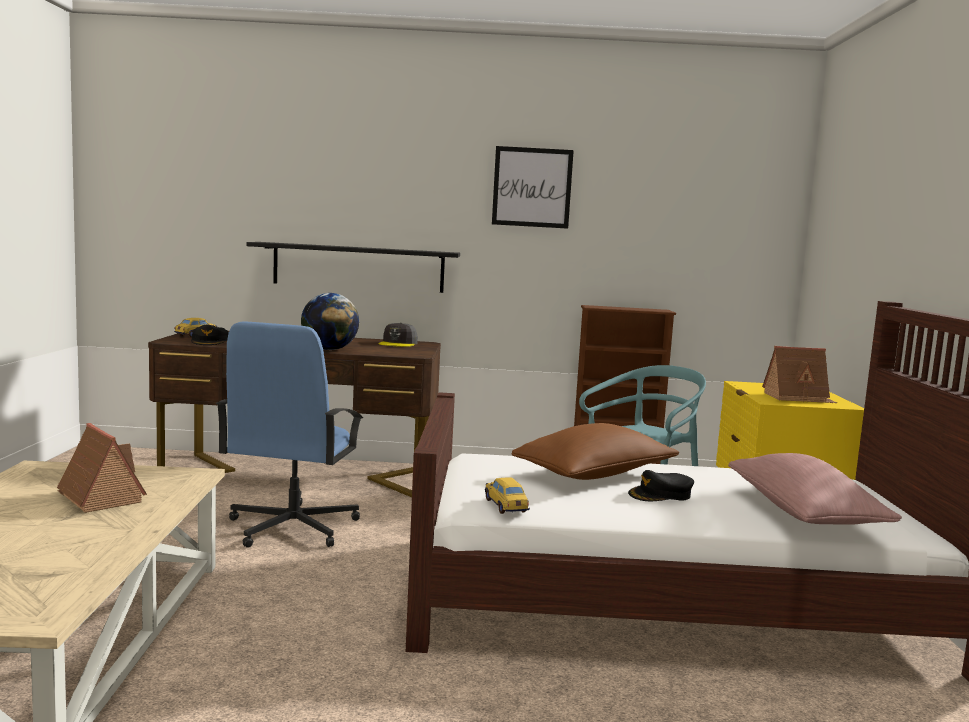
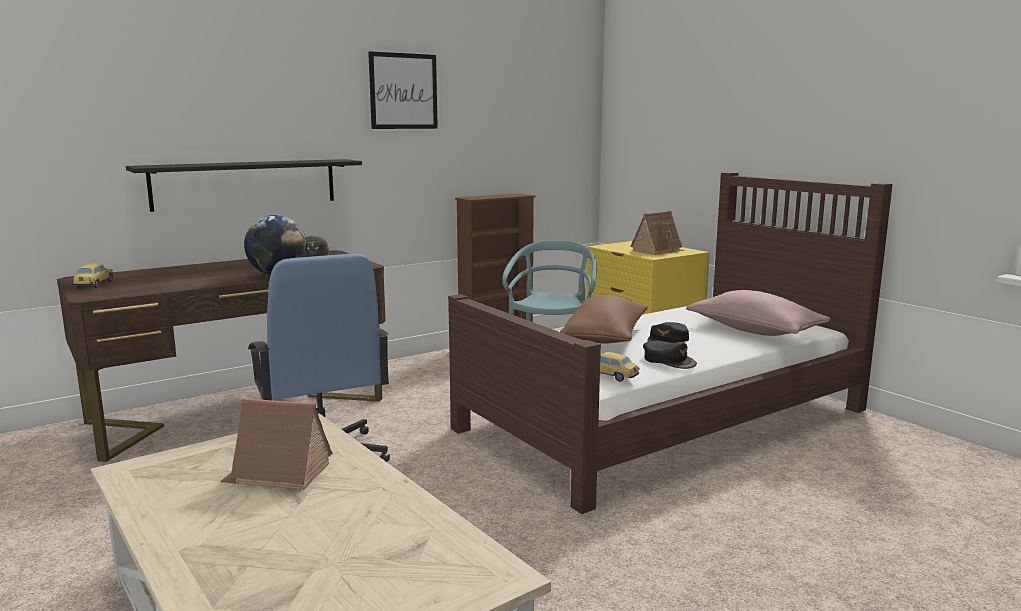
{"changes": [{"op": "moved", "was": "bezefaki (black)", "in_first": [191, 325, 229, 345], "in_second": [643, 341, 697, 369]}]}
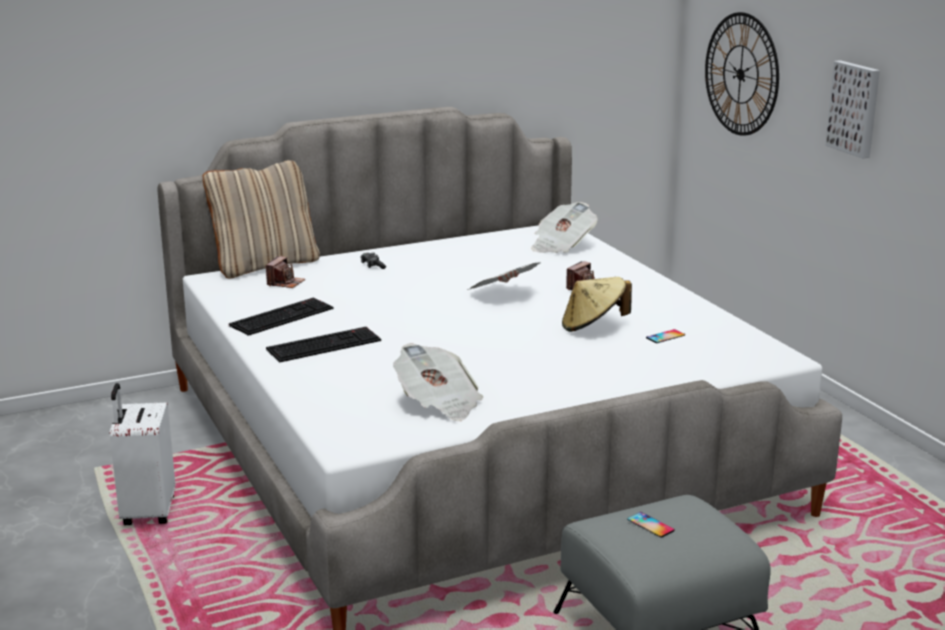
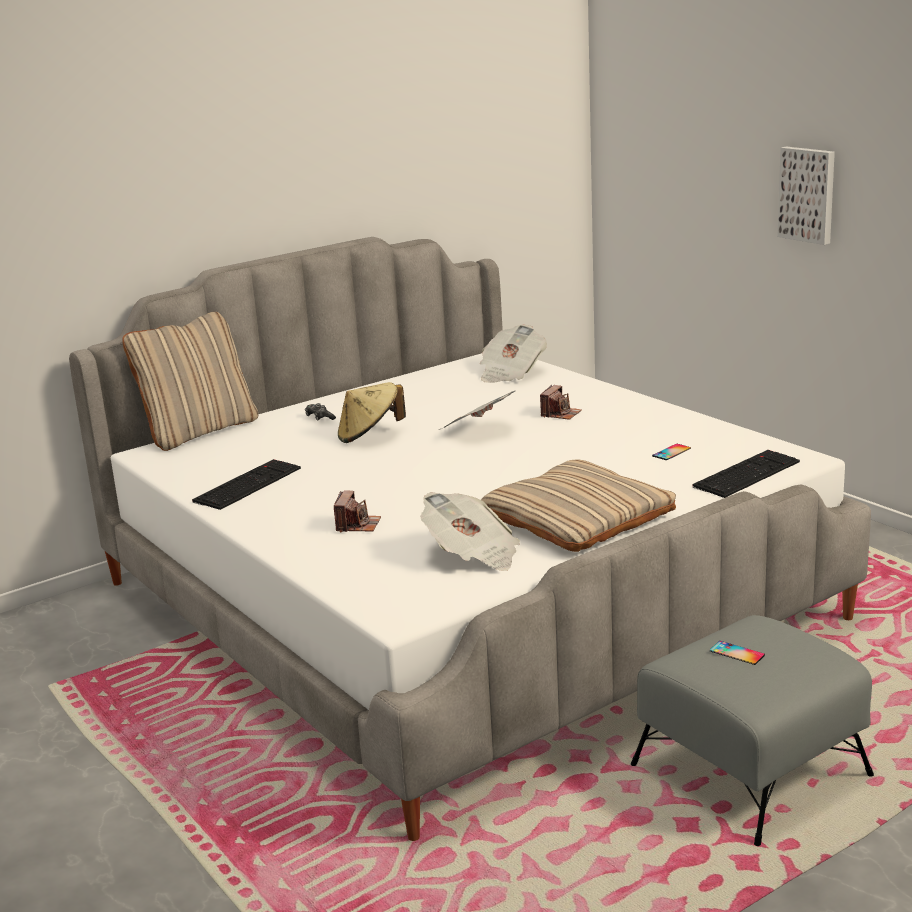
{"changes": [{"op": "moved", "was": "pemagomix", "in_first": [266, 256, 305, 288], "in_second": [334, 490, 381, 532]}, {"op": "moved", "was": "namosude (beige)", "in_first": [562, 277, 632, 332], "in_second": [338, 382, 406, 443]}, {"op": "added", "now": "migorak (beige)", "in_second": [481, 460, 676, 552]}, {"op": "moved", "was": "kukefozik", "in_first": [266, 327, 381, 363], "in_second": [693, 450, 800, 498]}, {"op": "removed", "was": "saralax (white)", "in_first": [110, 383, 175, 525]}, {"op": "removed", "was": "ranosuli", "in_first": [705, 12, 779, 136]}]}
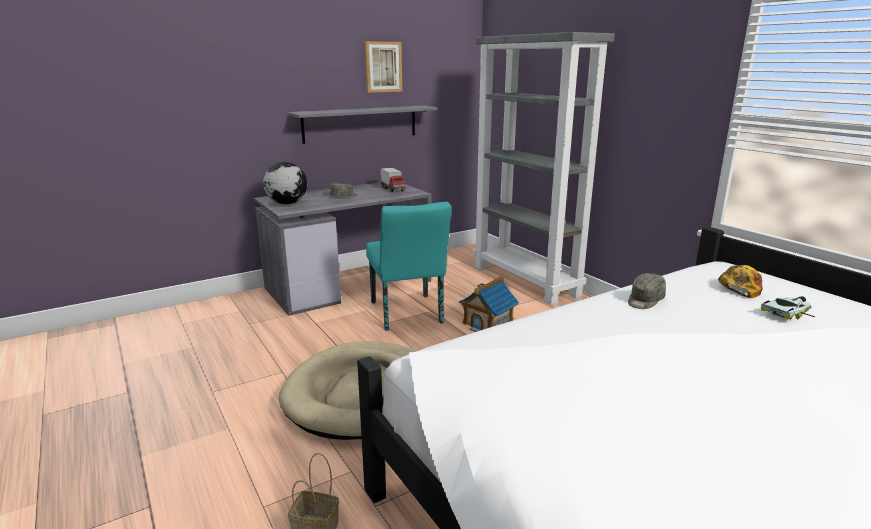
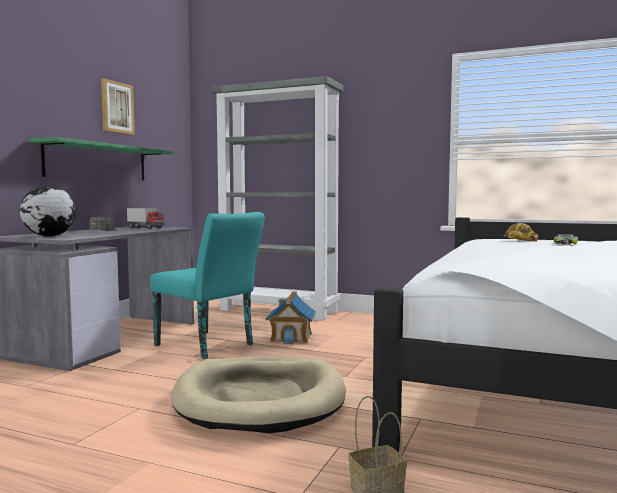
{"changes": [{"op": "recoloured", "was": "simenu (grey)", "now": "simenu (green)", "in_first": [288, 106, 438, 144], "in_second": [29, 137, 173, 181]}, {"op": "removed", "was": "bezefaki (grey)", "in_first": [628, 273, 666, 309]}]}
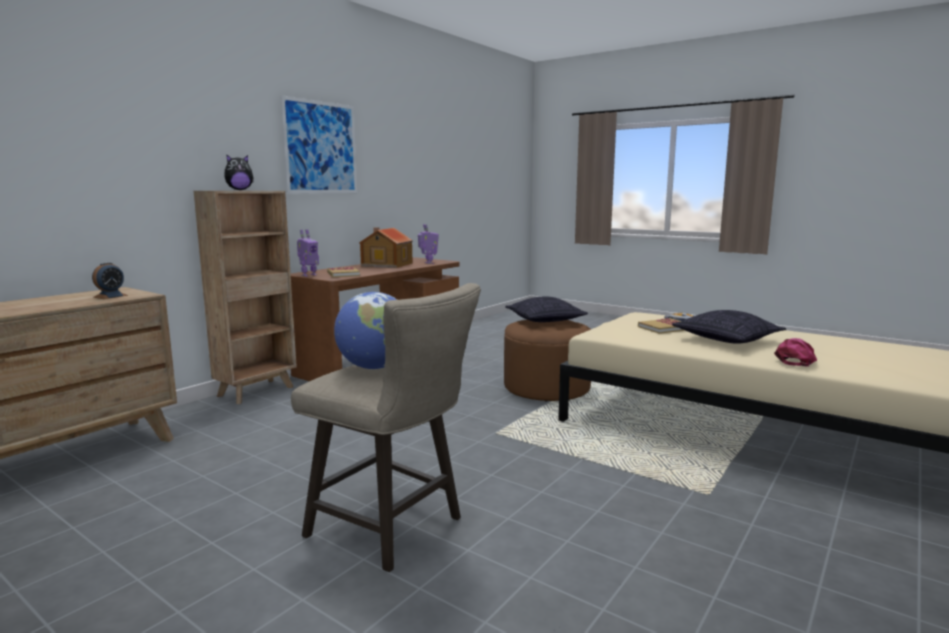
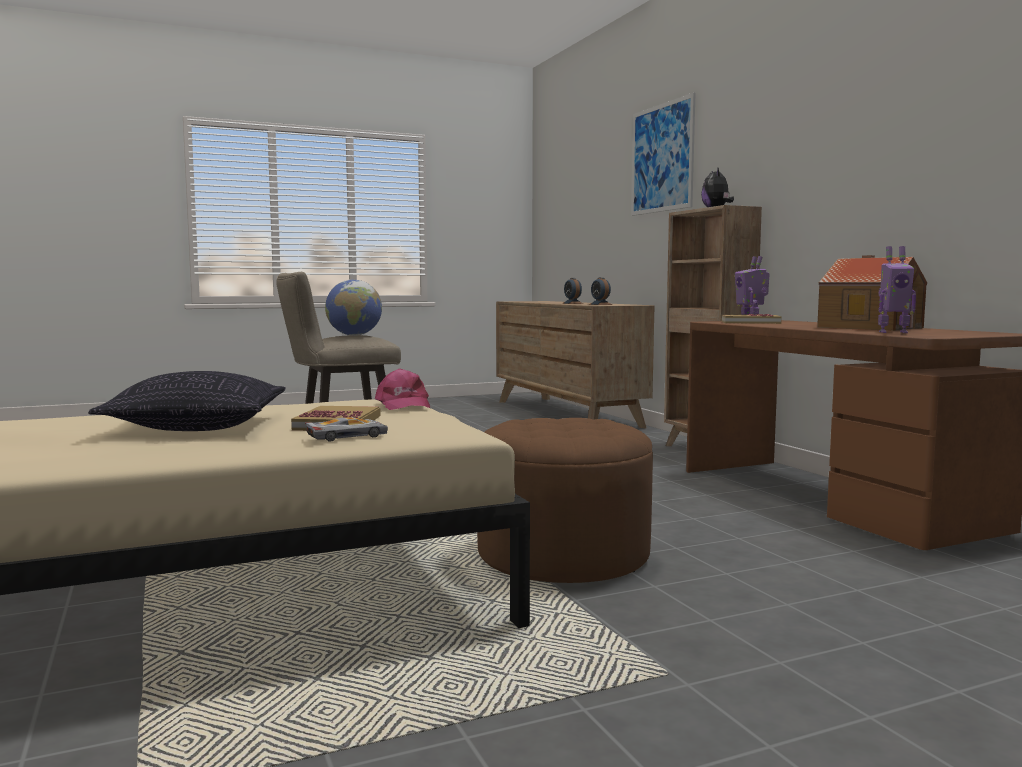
{"changes": [{"op": "moved", "was": "bezefaki (pink)", "in_first": [774, 338, 817, 366], "in_second": [375, 368, 430, 410]}, {"op": "added", "now": "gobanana", "in_second": [562, 278, 584, 304]}, {"op": "moved", "was": "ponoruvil", "in_first": [280, 95, 357, 193], "in_second": [631, 92, 696, 216]}, {"op": "removed", "was": "migorak", "in_first": [505, 296, 588, 322]}]}
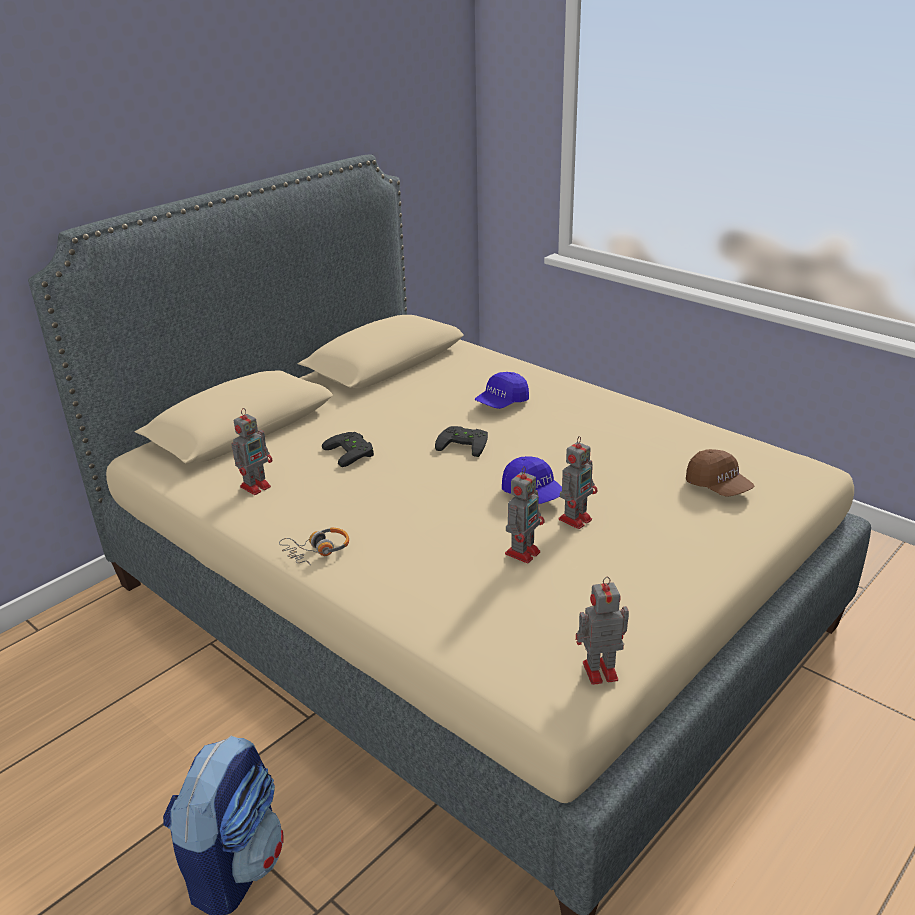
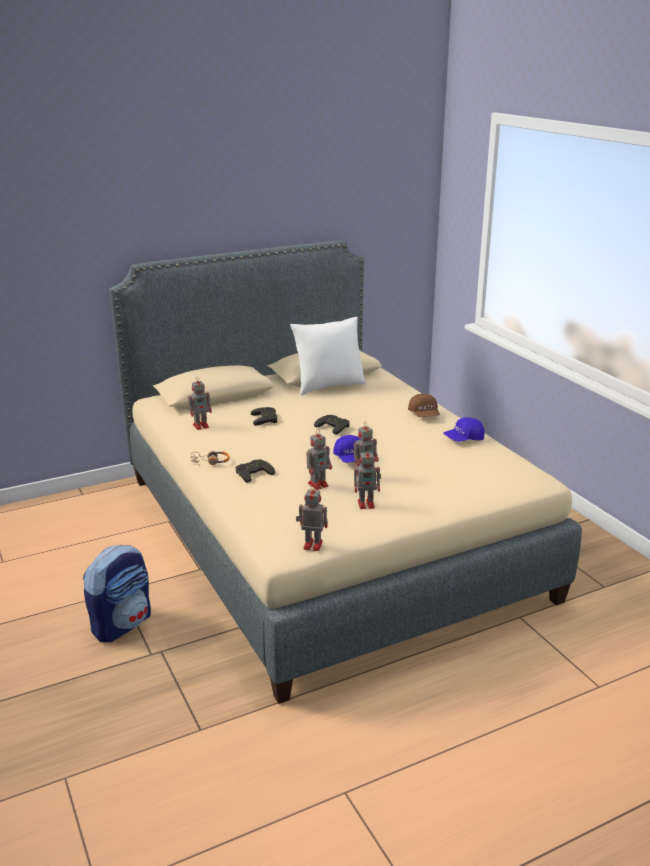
{"changes": [{"op": "added", "now": "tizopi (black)", "in_second": [235, 459, 275, 483]}, {"op": "added", "now": "migorak (white)", "in_second": [290, 317, 367, 396]}, {"op": "added", "now": "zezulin", "in_second": [354, 447, 381, 509]}, {"op": "moved", "was": "bezefaki (brown)", "in_first": [686, 449, 755, 497], "in_second": [408, 394, 440, 417]}, {"op": "moved", "was": "bezefaki (blue)", "in_first": [475, 372, 529, 409], "in_second": [443, 417, 484, 442]}]}
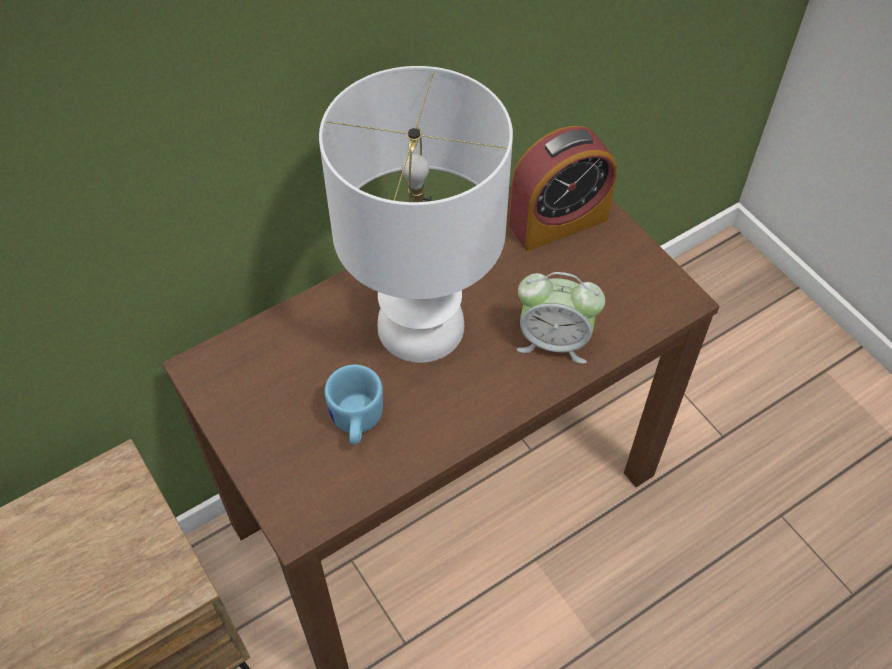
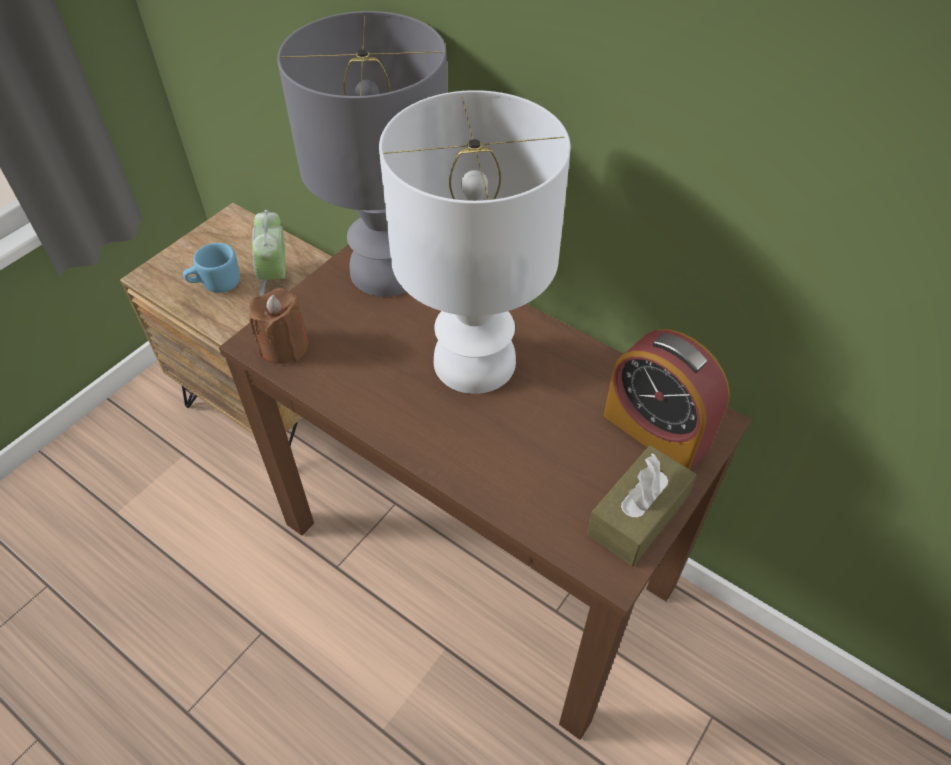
{"changes": [{"op": "moved", "was": "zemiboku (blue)", "in_first": [325, 365, 383, 444], "in_second": [183, 243, 240, 293]}, {"op": "added", "now": "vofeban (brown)", "in_second": [249, 288, 309, 364]}, {"op": "moved", "was": "gobanana", "in_first": [517, 272, 605, 363], "in_second": [252, 210, 286, 296]}, {"op": "added", "now": "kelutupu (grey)", "in_second": [277, 11, 448, 297]}, {"op": "added", "now": "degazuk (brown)", "in_second": [587, 445, 696, 566]}]}
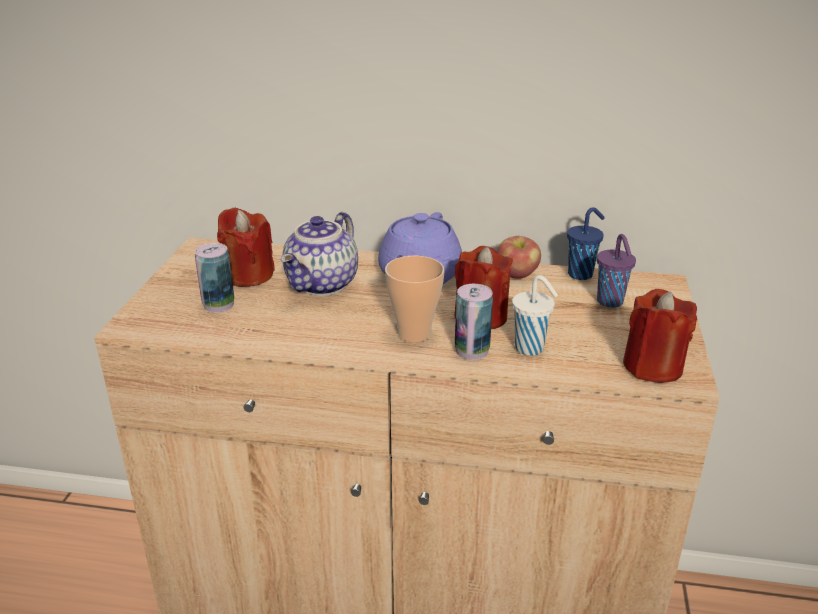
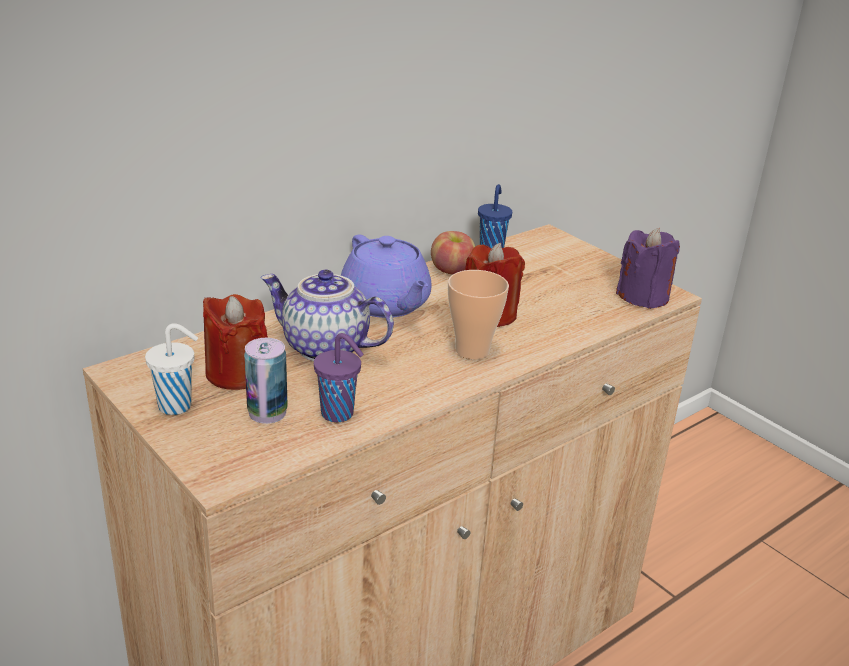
{"changes": [{"op": "moved", "was": "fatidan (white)", "in_first": [512, 275, 558, 356], "in_second": [145, 323, 198, 415]}, {"op": "turned", "was": "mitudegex", "in_first": [281, 212, 358, 296], "in_second": [261, 270, 394, 361], "clockwise": 135}, {"op": "moved", "was": "fatidan (purple)", "in_first": [597, 234, 636, 308], "in_second": [314, 333, 364, 422]}, {"op": "recoloured", "was": "vofeban (red)", "now": "vofeban (purple)", "in_first": [623, 289, 697, 383], "in_second": [616, 228, 680, 309]}, {"op": "removed", "was": "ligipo", "in_first": [455, 284, 493, 360]}]}
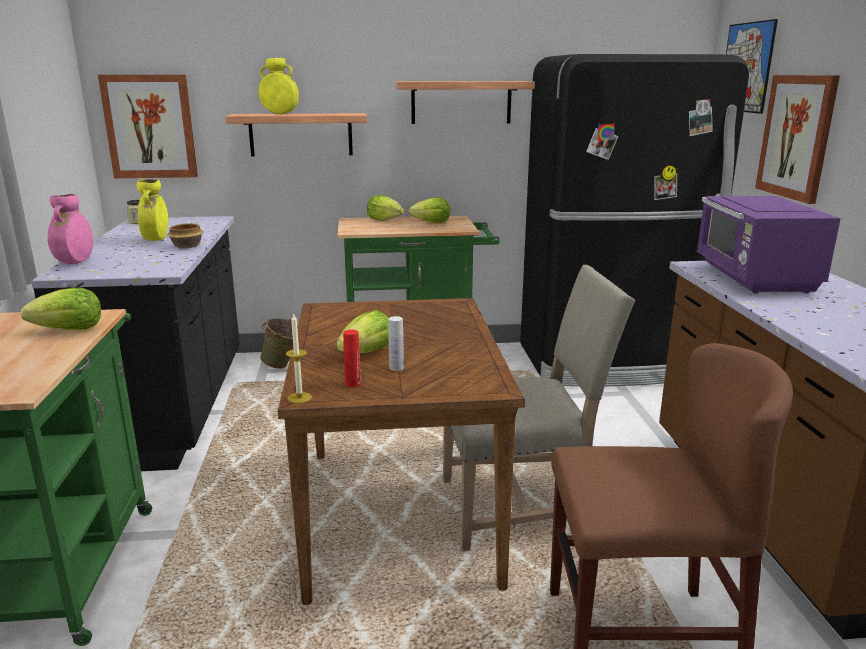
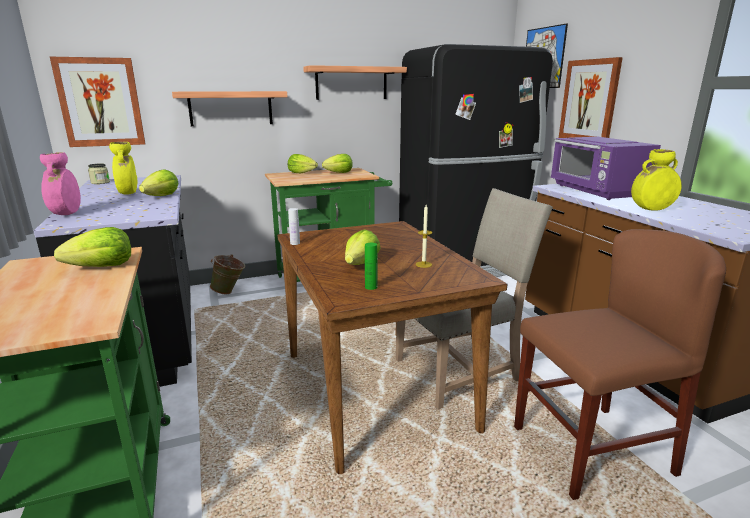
{"changes": [{"op": "replaced", "was": "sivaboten", "now": "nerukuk", "in_first": [167, 223, 204, 249], "in_second": [139, 169, 178, 196]}, {"op": "moved", "was": "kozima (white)", "in_first": [389, 316, 404, 371], "in_second": [288, 208, 300, 245]}, {"op": "recoloured", "was": "kozima (red)", "now": "kozima (green)", "in_first": [343, 330, 361, 387], "in_second": [365, 243, 378, 290]}, {"op": "moved", "was": "vofeban", "in_first": [286, 313, 312, 403], "in_second": [416, 205, 432, 268]}, {"op": "moved", "was": "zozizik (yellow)", "in_first": [259, 58, 299, 114], "in_second": [631, 149, 682, 211]}]}
